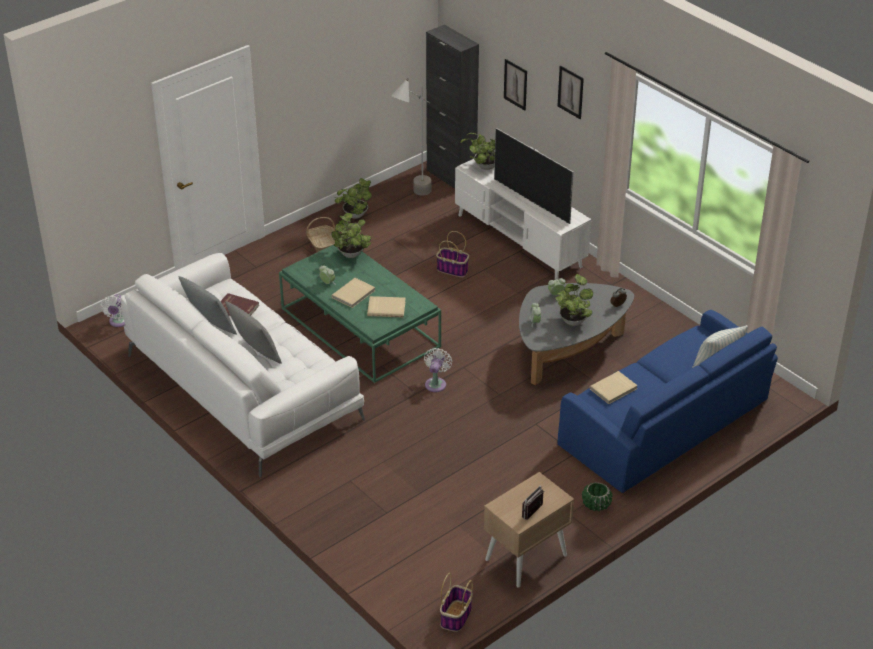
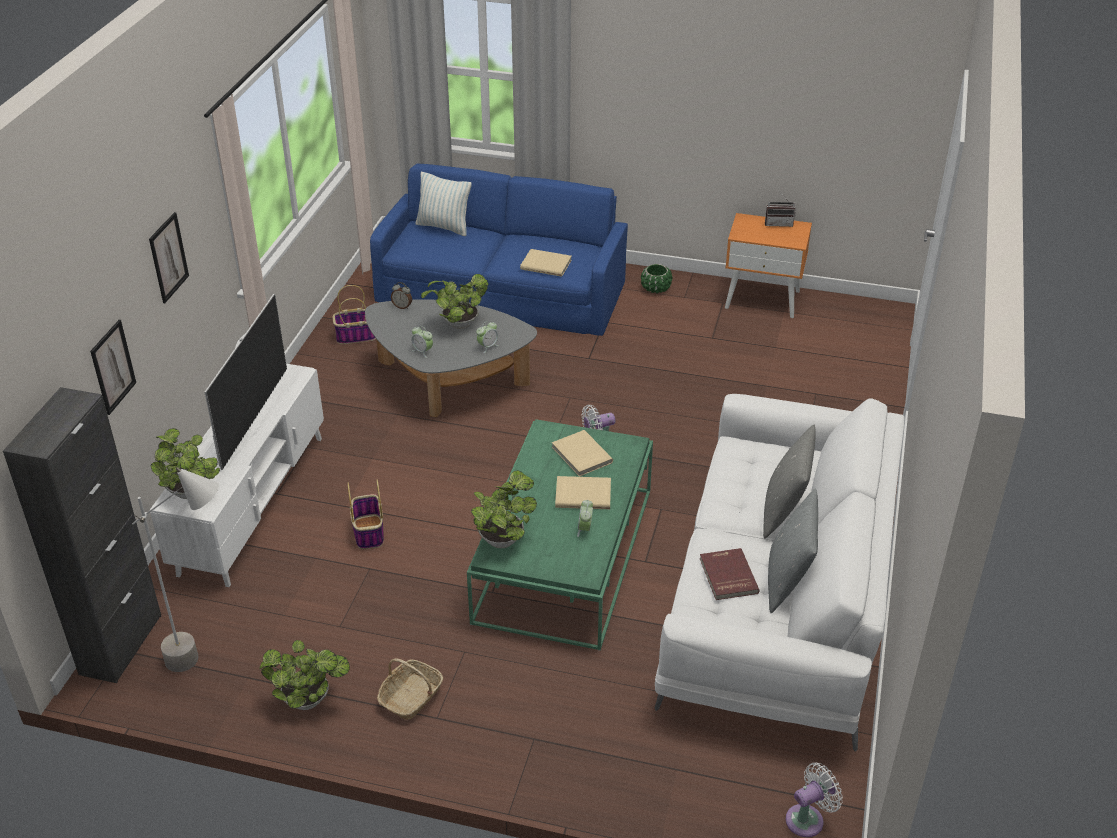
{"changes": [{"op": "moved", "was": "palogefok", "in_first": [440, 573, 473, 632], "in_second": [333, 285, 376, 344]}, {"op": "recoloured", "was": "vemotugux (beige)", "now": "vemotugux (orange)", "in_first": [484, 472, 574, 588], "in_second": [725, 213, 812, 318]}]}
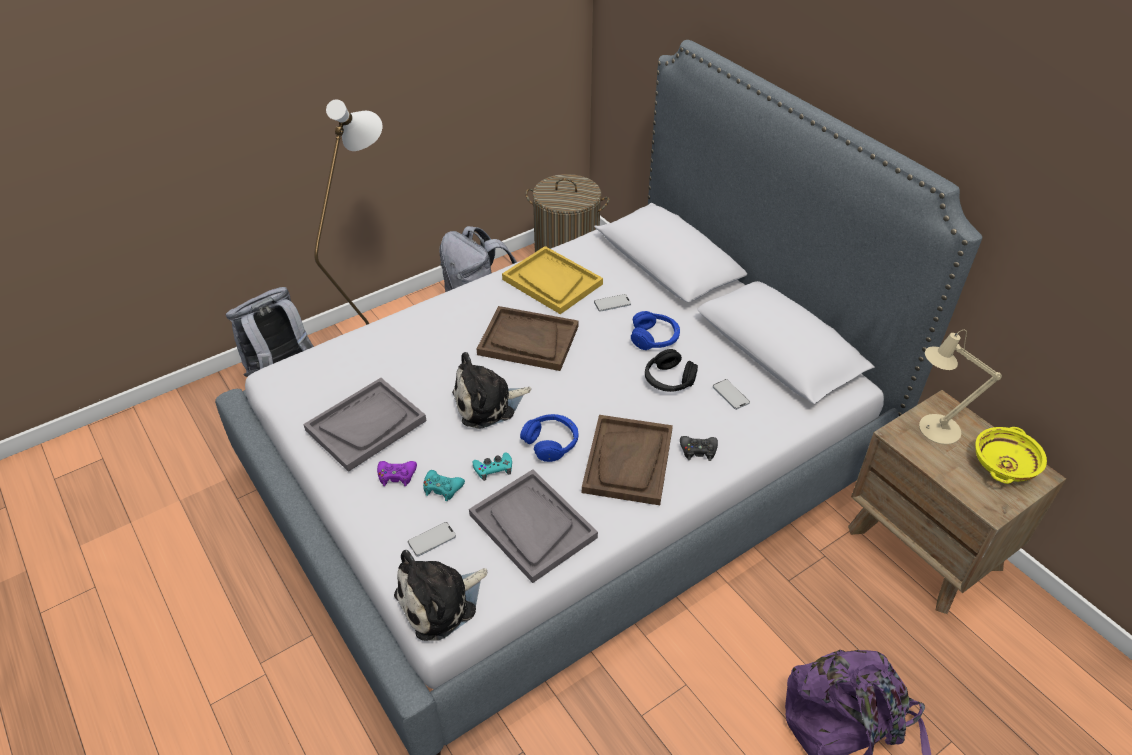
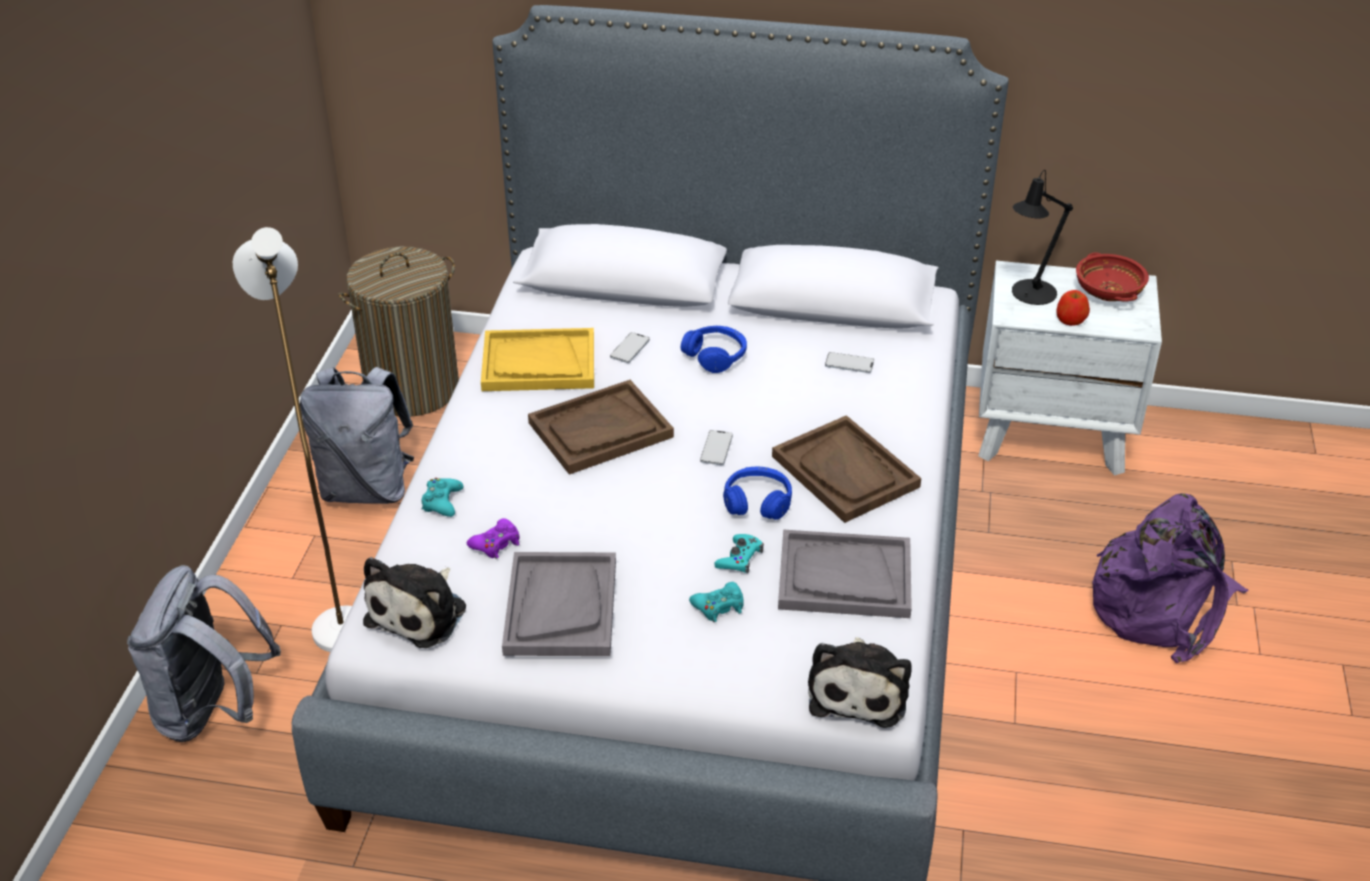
{"changes": [{"op": "moved", "was": "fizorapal", "in_first": [452, 352, 531, 429], "in_second": [363, 557, 466, 648]}, {"op": "added", "now": "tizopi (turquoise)", "in_second": [422, 478, 463, 517]}, {"op": "moved", "was": "tizopi (purple)", "in_first": [377, 461, 417, 486], "in_second": [467, 518, 519, 559]}, {"op": "moved", "was": "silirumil", "in_first": [408, 522, 456, 557], "in_second": [700, 430, 733, 465]}, {"op": "recoloured", "was": "vemotugux (brown)", "now": "vemotugux (white)", "in_first": [848, 390, 1066, 614], "in_second": [978, 261, 1162, 475]}, {"op": "recoloured", "was": "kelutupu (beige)", "now": "kelutupu (black)", "in_first": [919, 330, 1002, 445], "in_second": [1012, 170, 1073, 305]}, {"op": "added", "now": "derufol", "in_second": [1056, 290, 1090, 326]}, {"op": "recoloured", "was": "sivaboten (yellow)", "now": "sivaboten (red)", "in_first": [975, 427, 1047, 484], "in_second": [1076, 253, 1149, 302]}, {"op": "removed", "was": "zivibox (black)", "in_first": [645, 349, 698, 392]}, {"op": "removed", "was": "tizopi (black)", "in_first": [680, 436, 718, 461]}]}
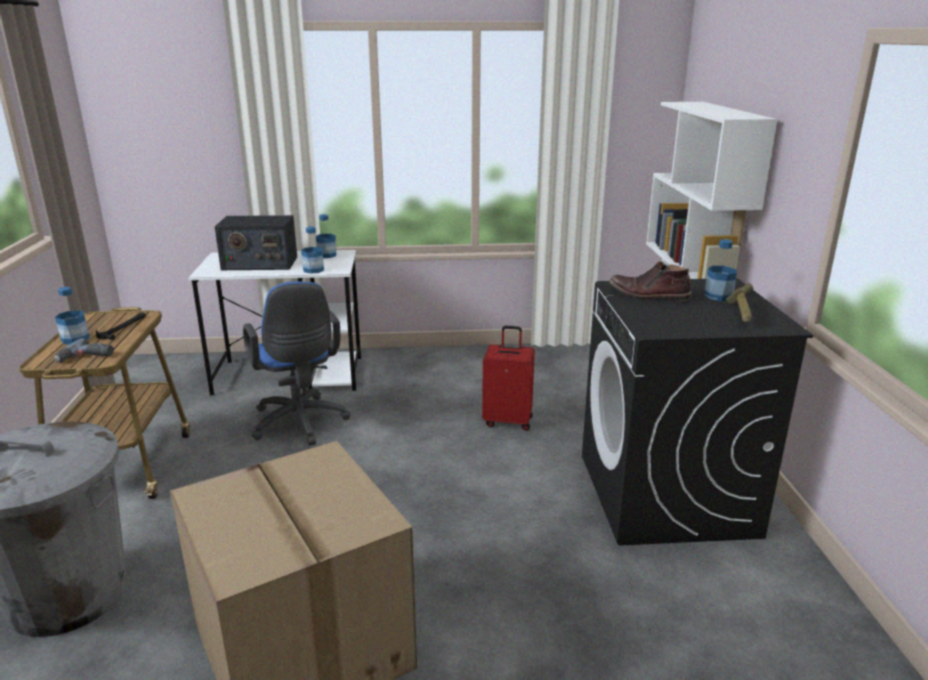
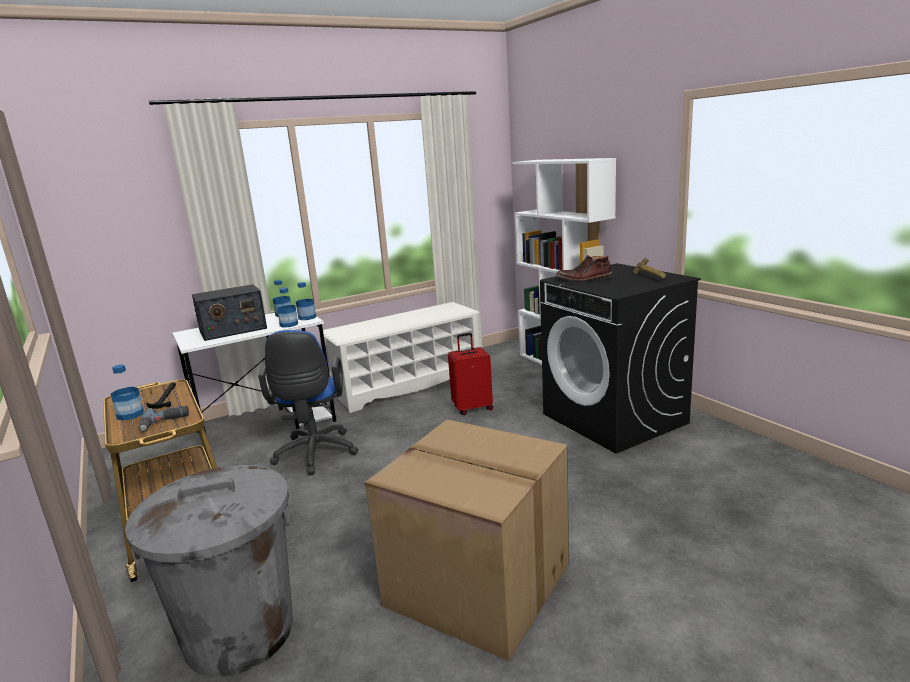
{"changes": [{"op": "turned", "was": "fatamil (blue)", "in_first": [243, 282, 350, 446], "in_second": [258, 330, 358, 475], "clockwise": 45}, {"op": "moved", "was": "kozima", "in_first": [704, 239, 737, 301], "in_second": [296, 282, 316, 320]}, {"op": "added", "now": "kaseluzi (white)", "in_second": [319, 302, 480, 413]}]}
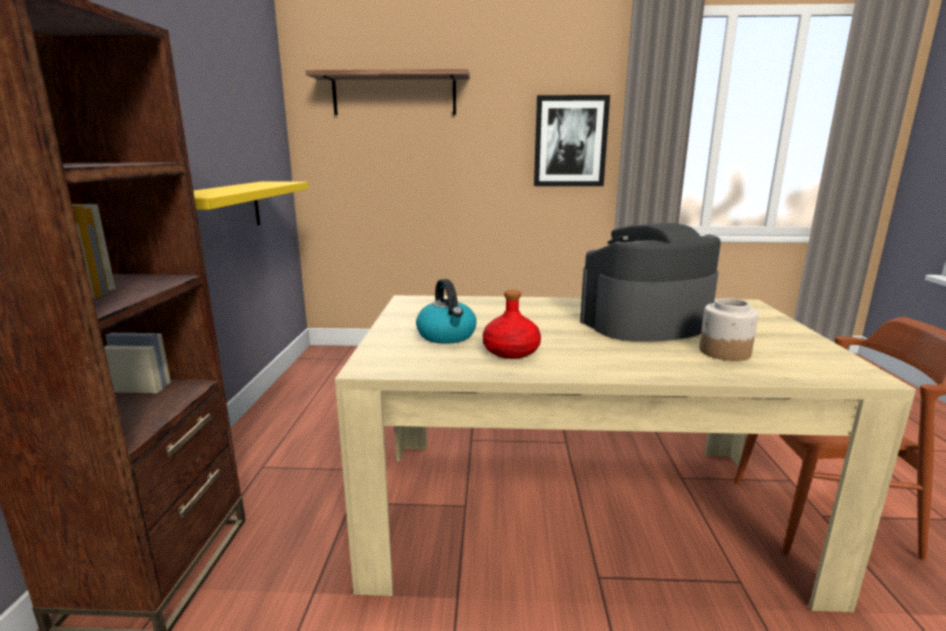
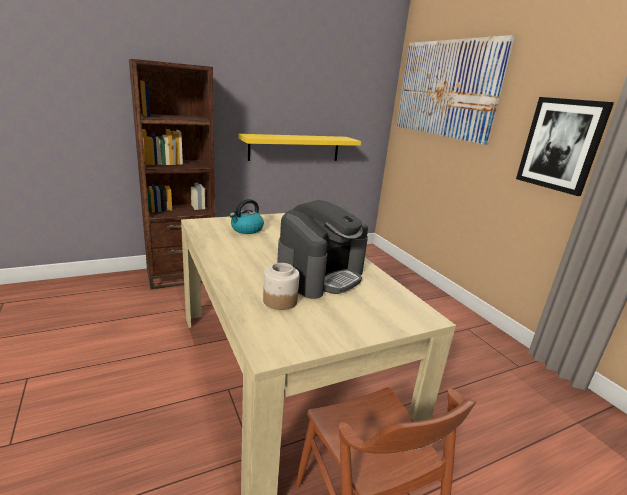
{"changes": [{"op": "turned", "was": "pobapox", "in_first": [580, 223, 721, 342], "in_second": [277, 200, 368, 299], "clockwise": 90}, {"op": "replaced", "was": "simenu", "now": "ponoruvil", "in_first": [305, 69, 470, 115], "in_second": [396, 35, 515, 145]}, {"op": "removed", "was": "kozima (red)", "in_first": [483, 290, 541, 359]}]}
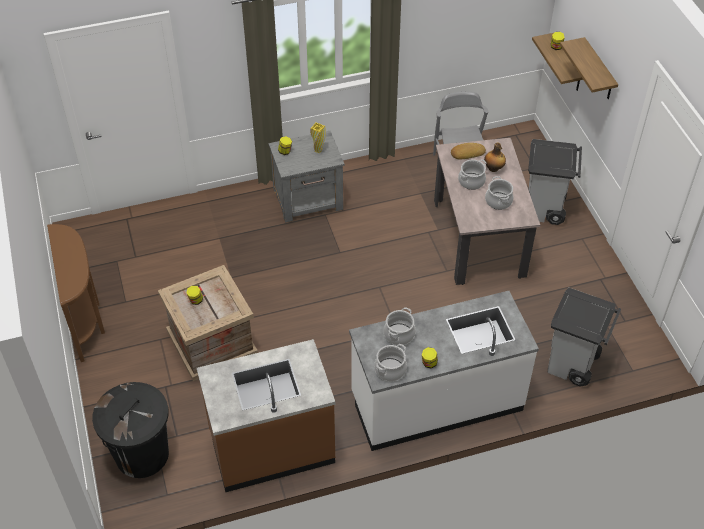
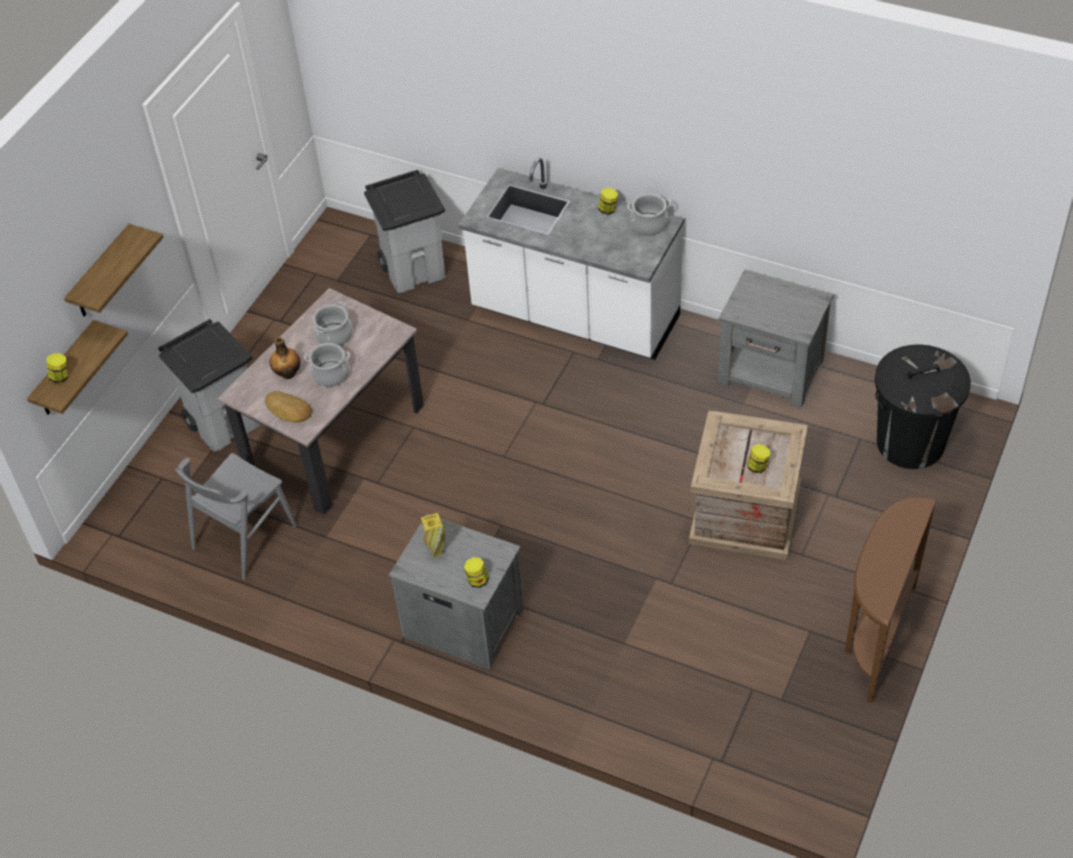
{"changes": [{"op": "replaced", "was": "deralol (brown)", "now": "vemotugux (grey)", "in_first": [197, 339, 335, 492], "in_second": [718, 269, 834, 408]}, {"op": "removed", "was": "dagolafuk", "in_first": [384, 308, 416, 345]}]}
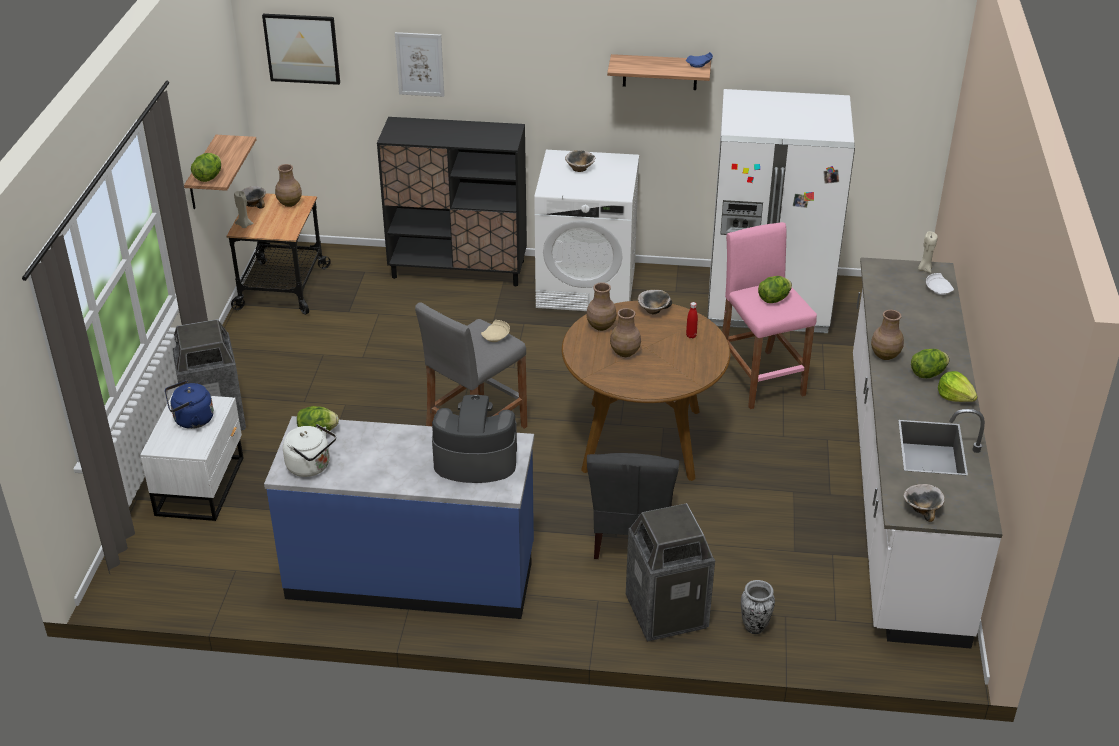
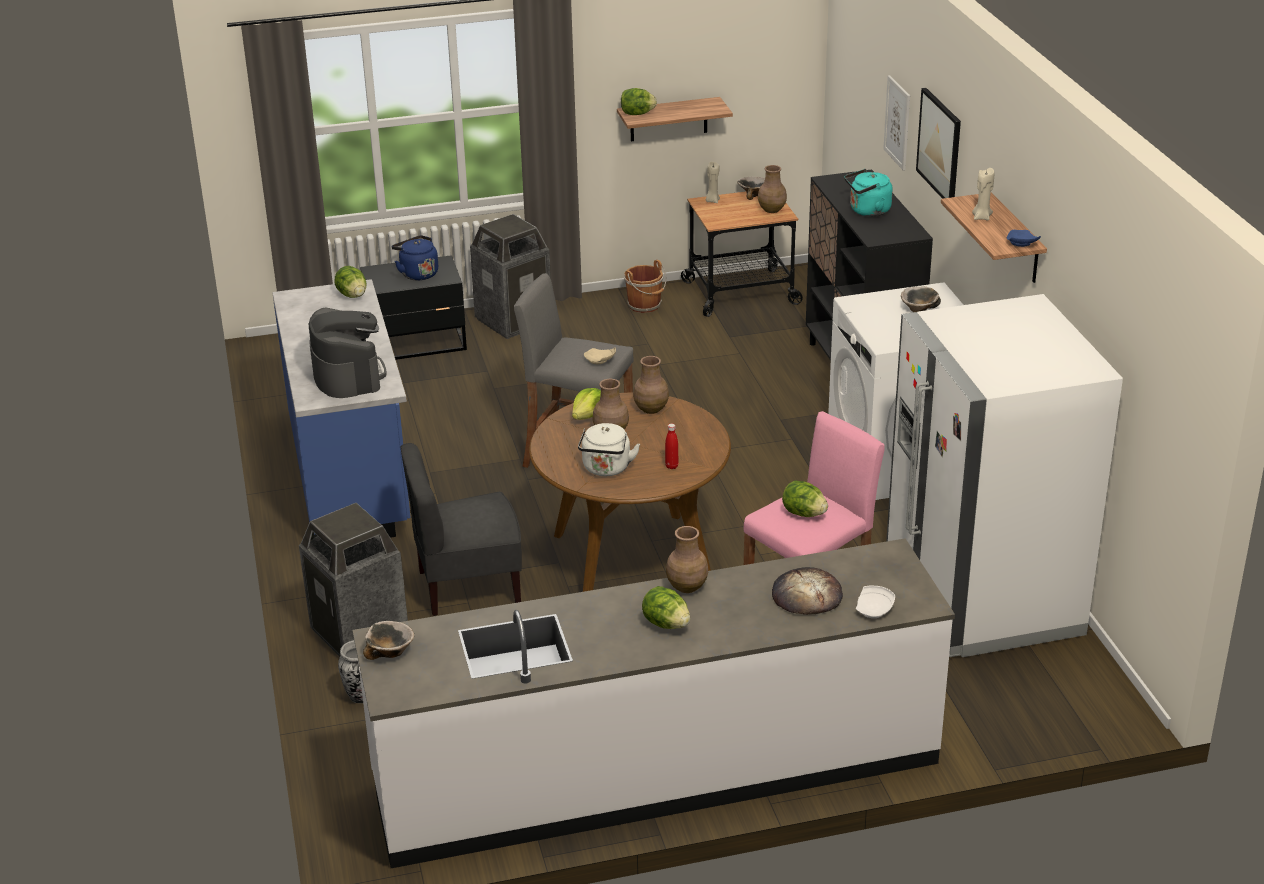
{"changes": [{"op": "recoloured", "was": "vemotugux (white)", "now": "vemotugux (black)", "in_first": [140, 393, 243, 521], "in_second": [360, 255, 467, 360]}, {"op": "moved", "was": "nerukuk", "in_first": [938, 371, 978, 402], "in_second": [572, 388, 601, 420]}, {"op": "moved", "was": "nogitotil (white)", "in_first": [283, 424, 336, 477], "in_second": [578, 423, 640, 476]}, {"op": "added", "now": "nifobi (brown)", "in_second": [624, 260, 667, 313]}, {"op": "added", "now": "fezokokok", "in_second": [772, 567, 843, 615]}, {"op": "added", "now": "nogitotil (turquoise)", "in_second": [844, 169, 893, 217]}, {"op": "moved", "was": "ponoruvil", "in_first": [262, 14, 340, 85], "in_second": [916, 88, 961, 199]}, {"op": "moved", "was": "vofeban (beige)", "in_first": [918, 231, 938, 273], "in_second": [972, 168, 994, 221]}, {"op": "removed", "was": "sivaboten", "in_first": [638, 290, 672, 314]}]}
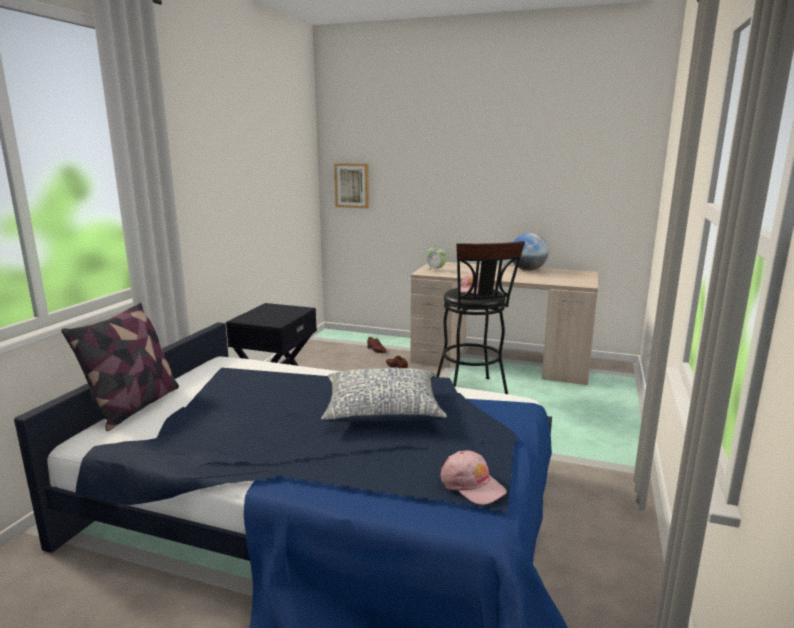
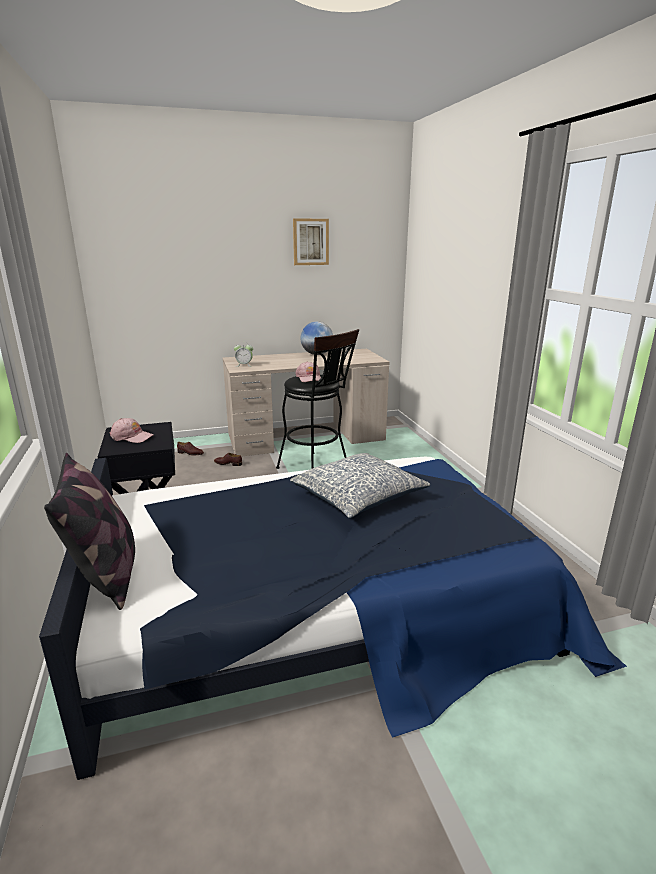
{"changes": [{"op": "moved", "was": "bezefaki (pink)", "in_first": [440, 450, 507, 505], "in_second": [110, 418, 154, 443]}, {"op": "moved", "was": "ponoruvil", "in_first": [334, 163, 369, 208], "in_second": [293, 218, 329, 265]}]}
